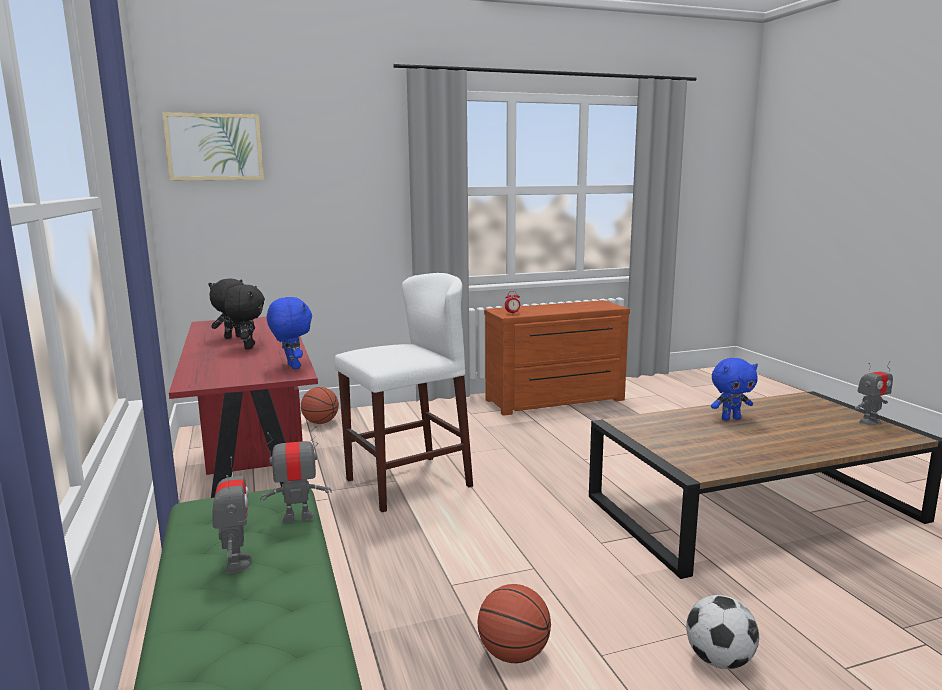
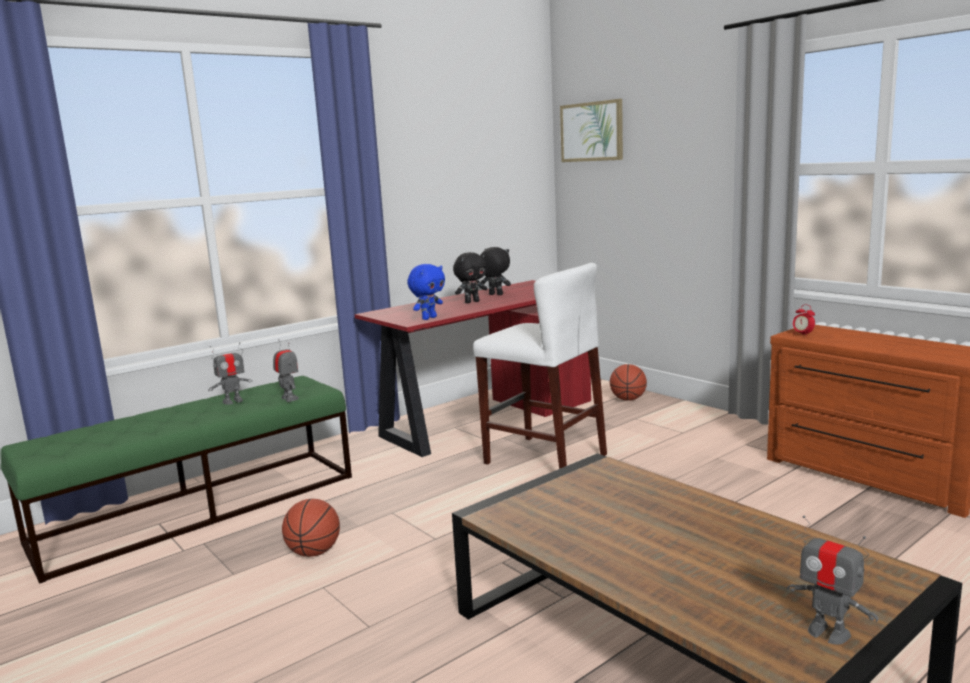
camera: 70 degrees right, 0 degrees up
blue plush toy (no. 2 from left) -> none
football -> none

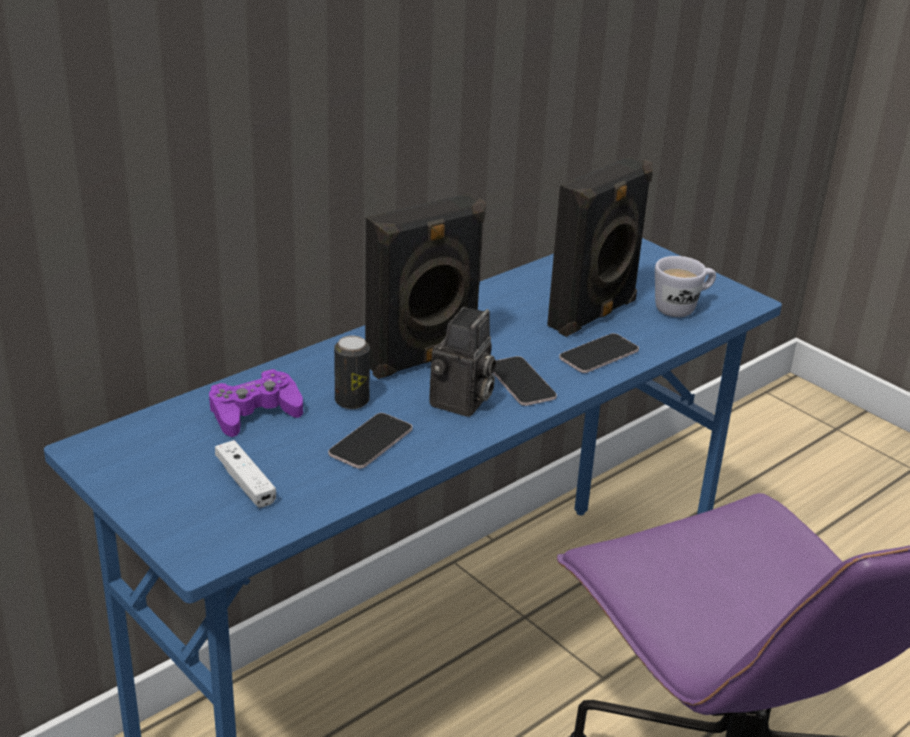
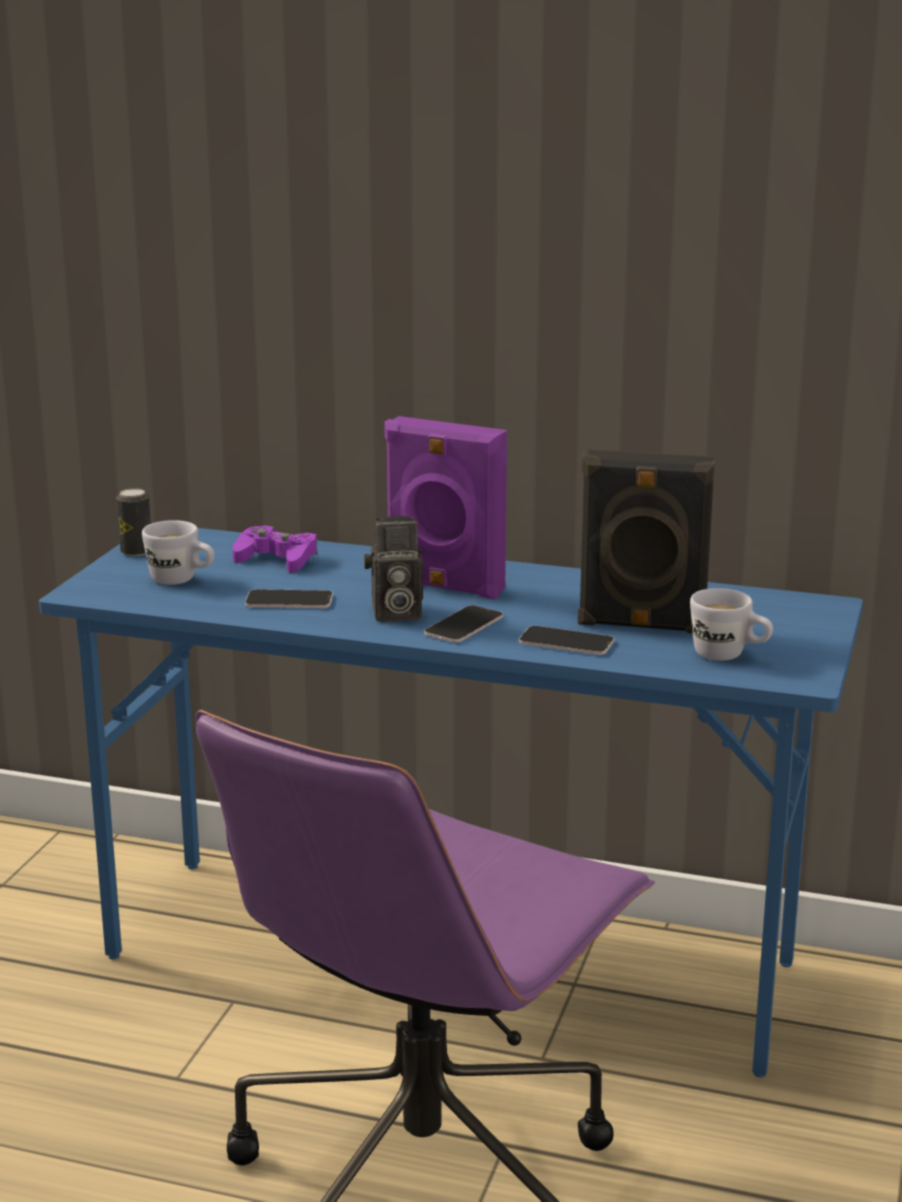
camera: 60 degrees right, 10 degrees down
black speaker (no. 1 from left) -> purple speaker
can, relocated
white game controller -> white mug (no. 1 from left)

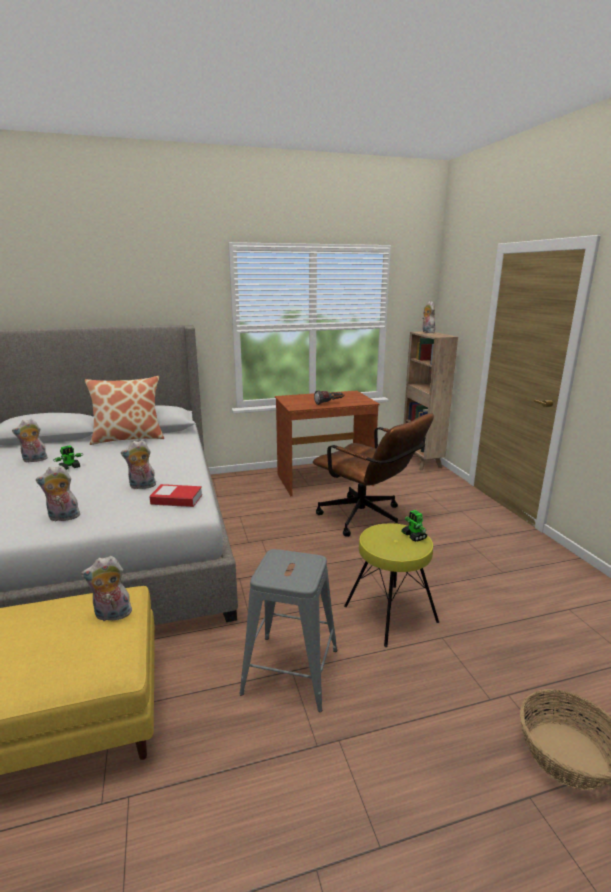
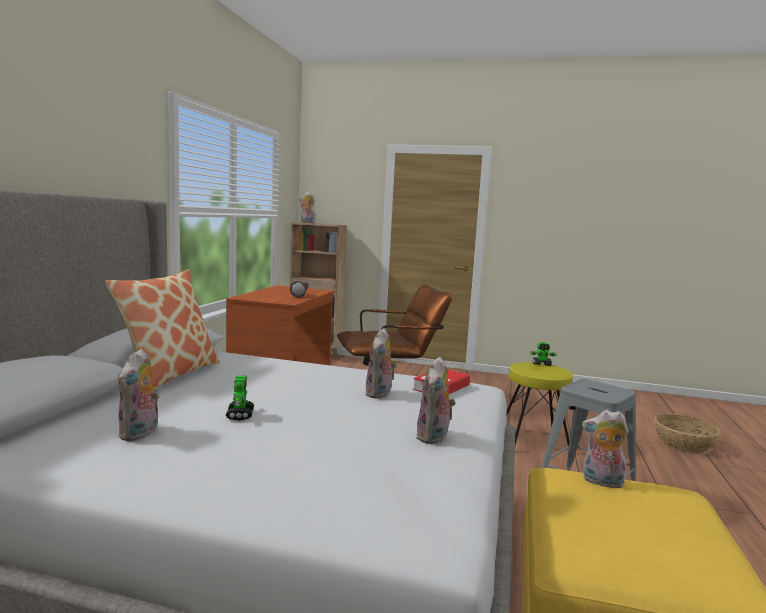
camera: 60 degrees left, 10 degrees down
plush toy (no. 3 from left in the first image) -> plush toy (no. 5 from left), 90 degrees clockwise

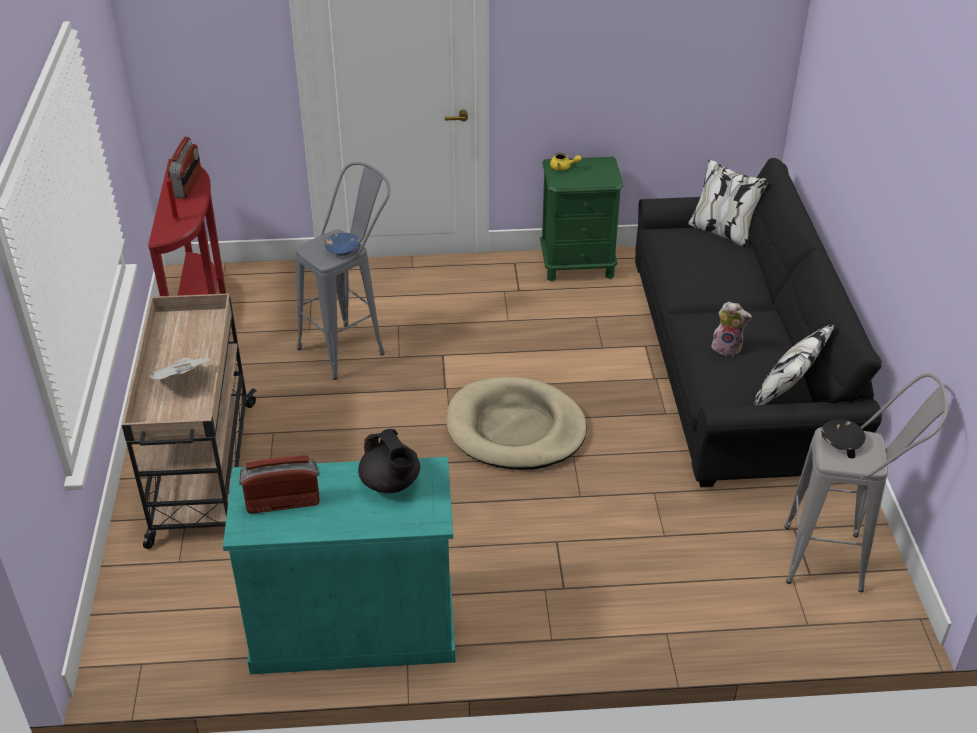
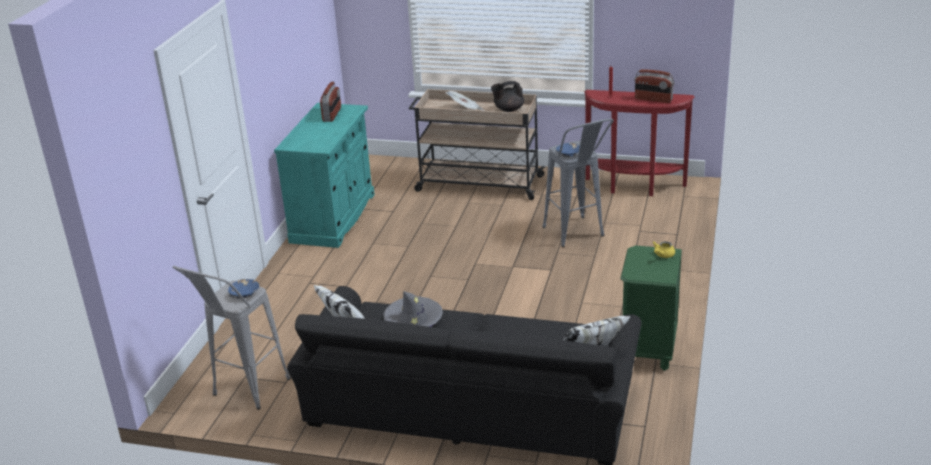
camera: 110 degrees right, 10 degrees down
plush toy -> grey hat
beige dog bed -> none
black bowl -> blue bowl (no. 1 from left)
black teapot, relocated

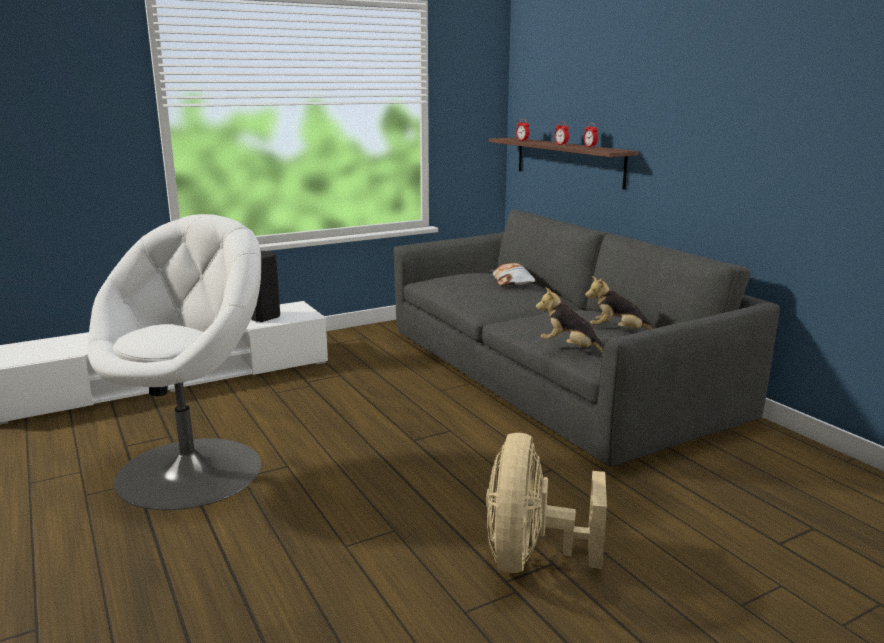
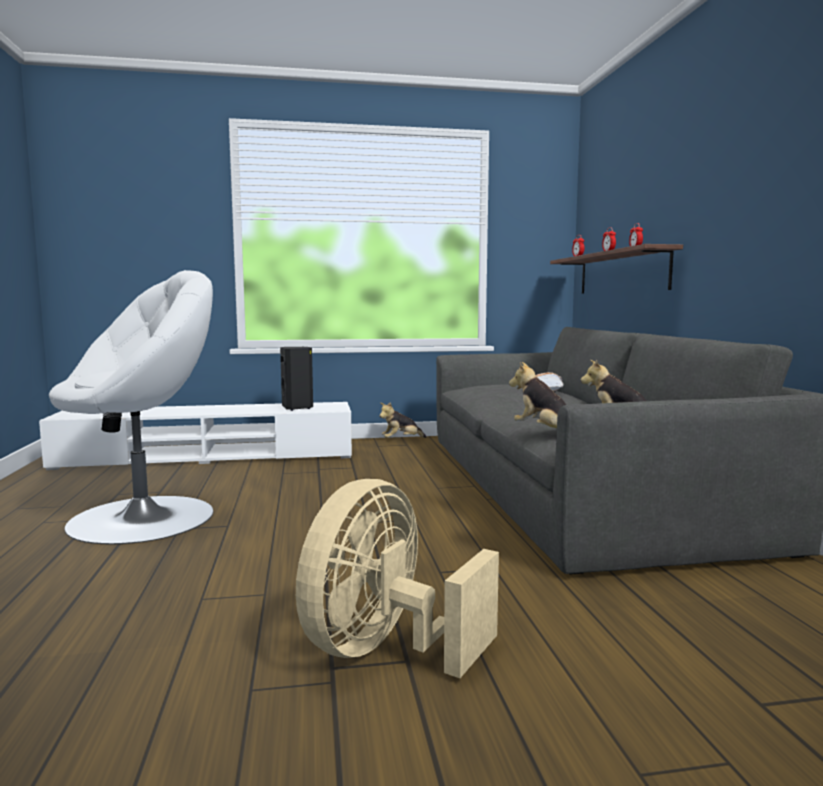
camera: 20 degrees right, 10 degrees down
none -> plush toy (no. 1 from left)

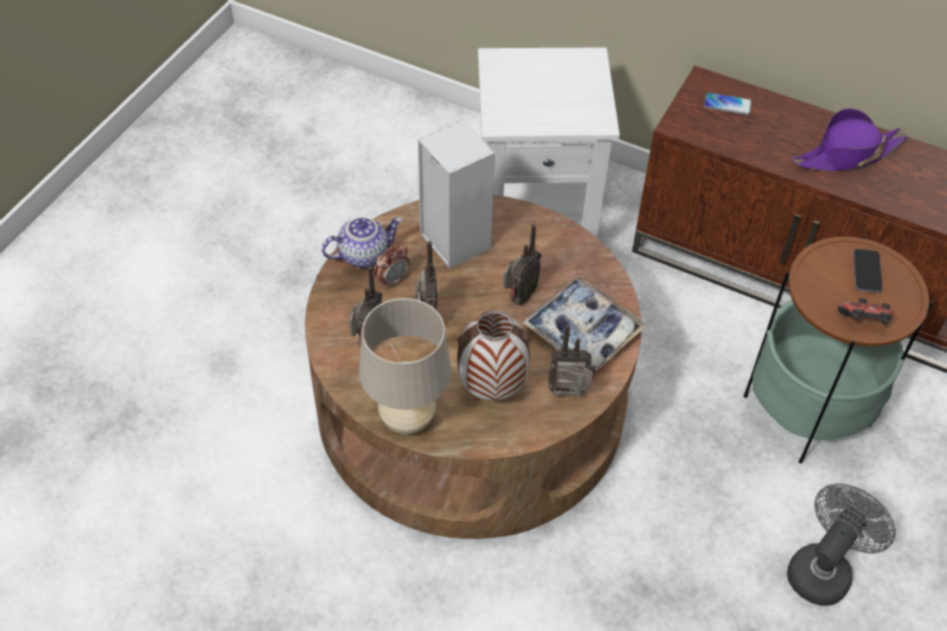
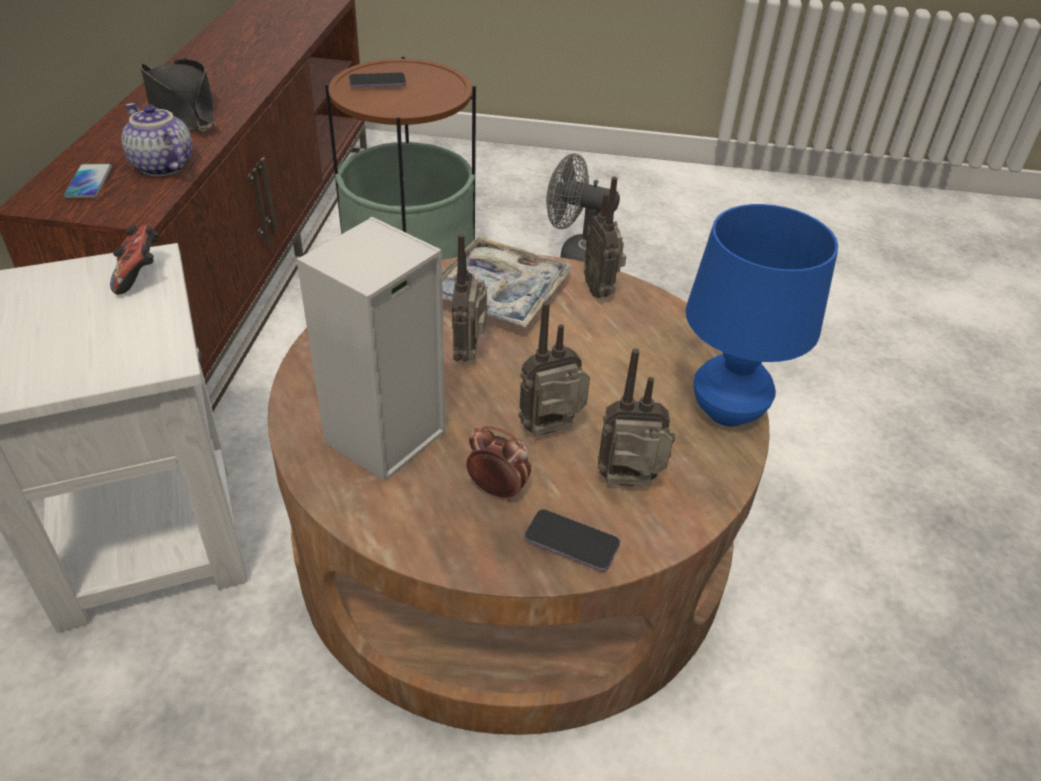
camera: 110 degrees left, 10 degrees down
purple hat -> black hat
teapot, relocated
radio (no. 3 from left in the first image) -> radio (no. 1 from left), 105 degrees counterclockwise
beige table lamp -> blue table lamp
game controller, relocated
vase -> none
none -> phone (no. 3 from left)

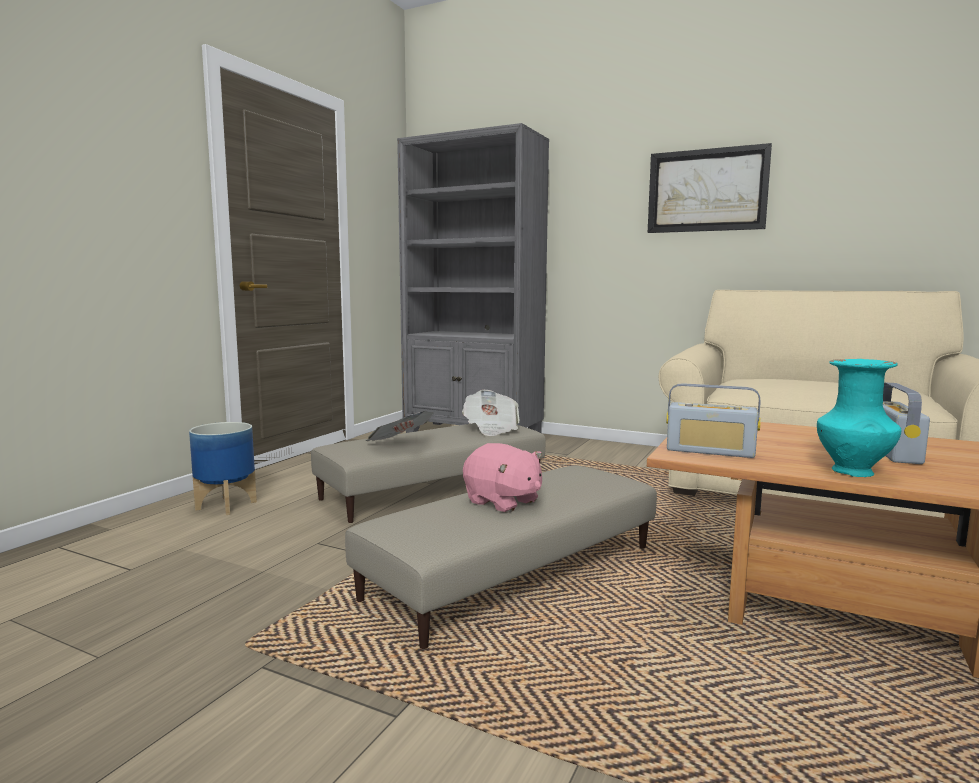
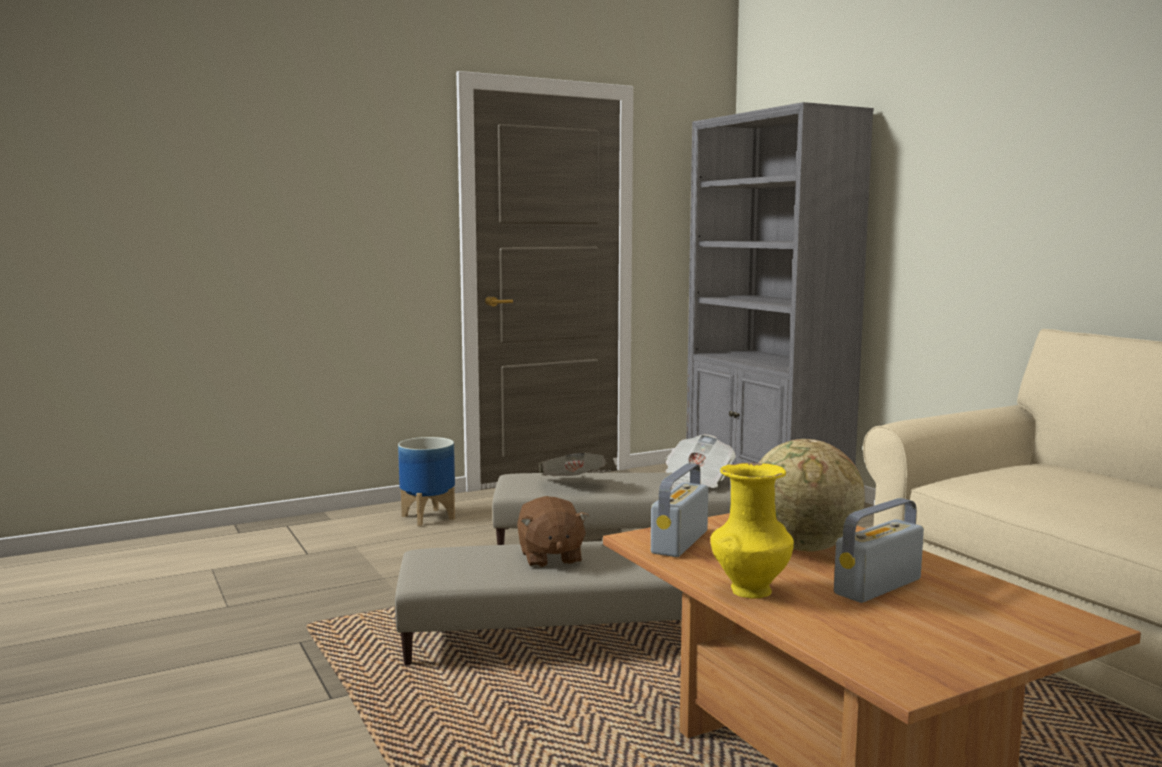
camera: 35 degrees right, 0 degrees up
picture -> none
turquoise vase -> yellow vase
radio (no. 1 from left), 60 degrees clockwise
pink plush toy -> brown plush toy
none -> globe

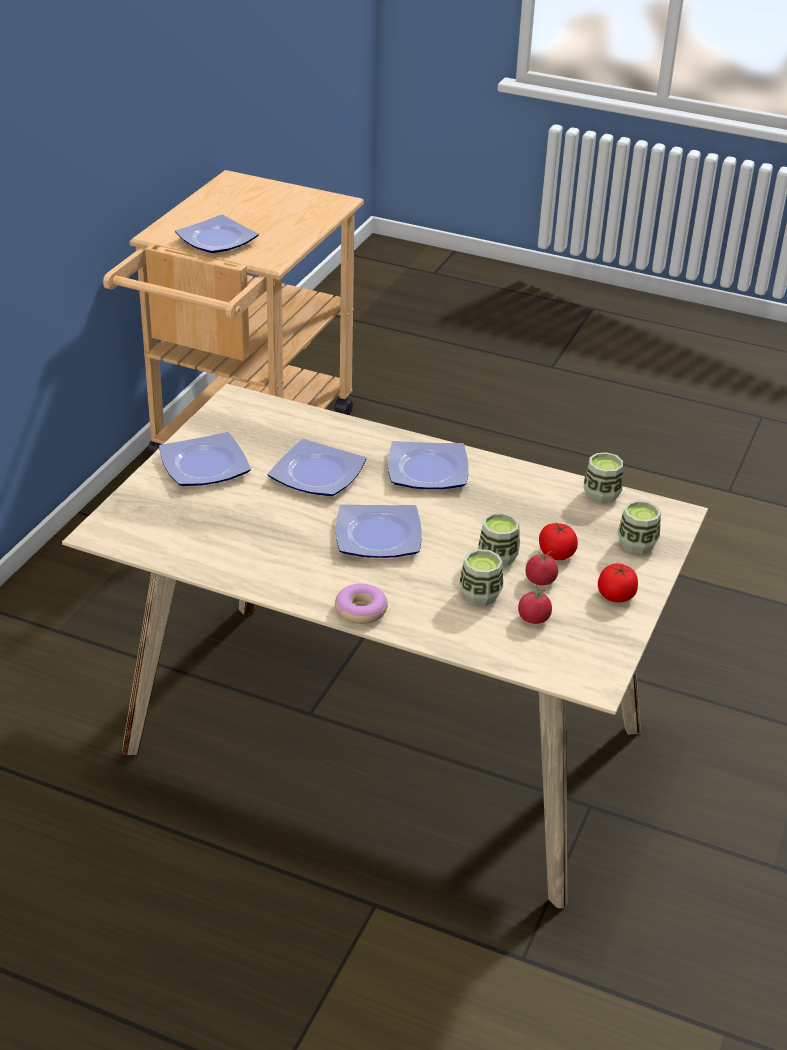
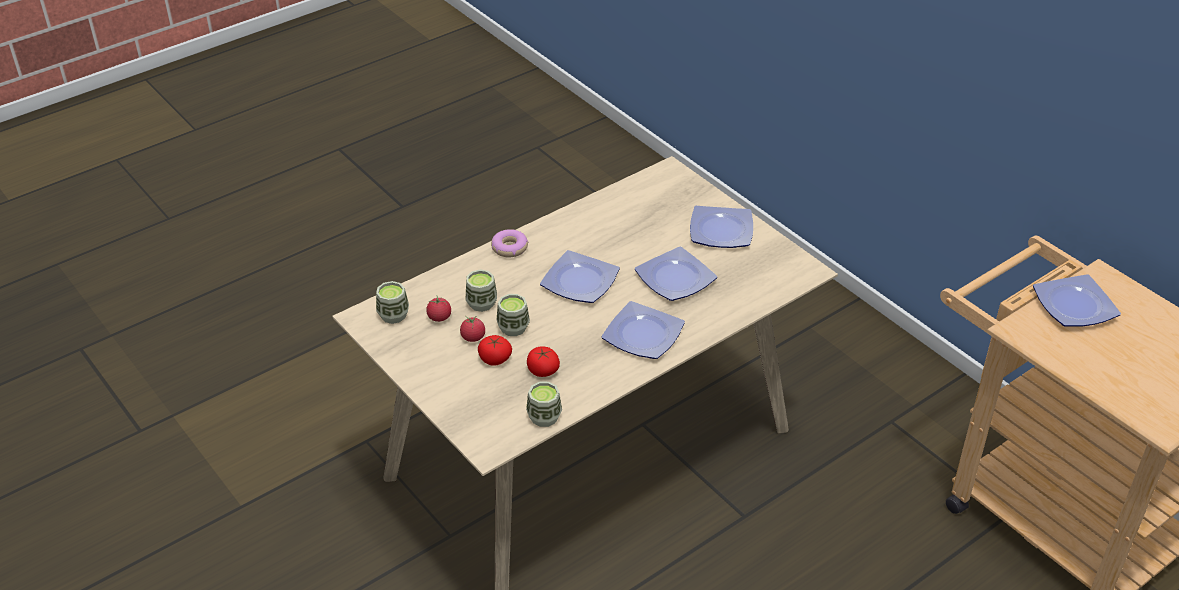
camera: 120 degrees right, 5 degrees up
cup (no. 4 from left in the first image) -> cup (no. 1 from left), relocated
tomato (no. 4 from left), relocated

